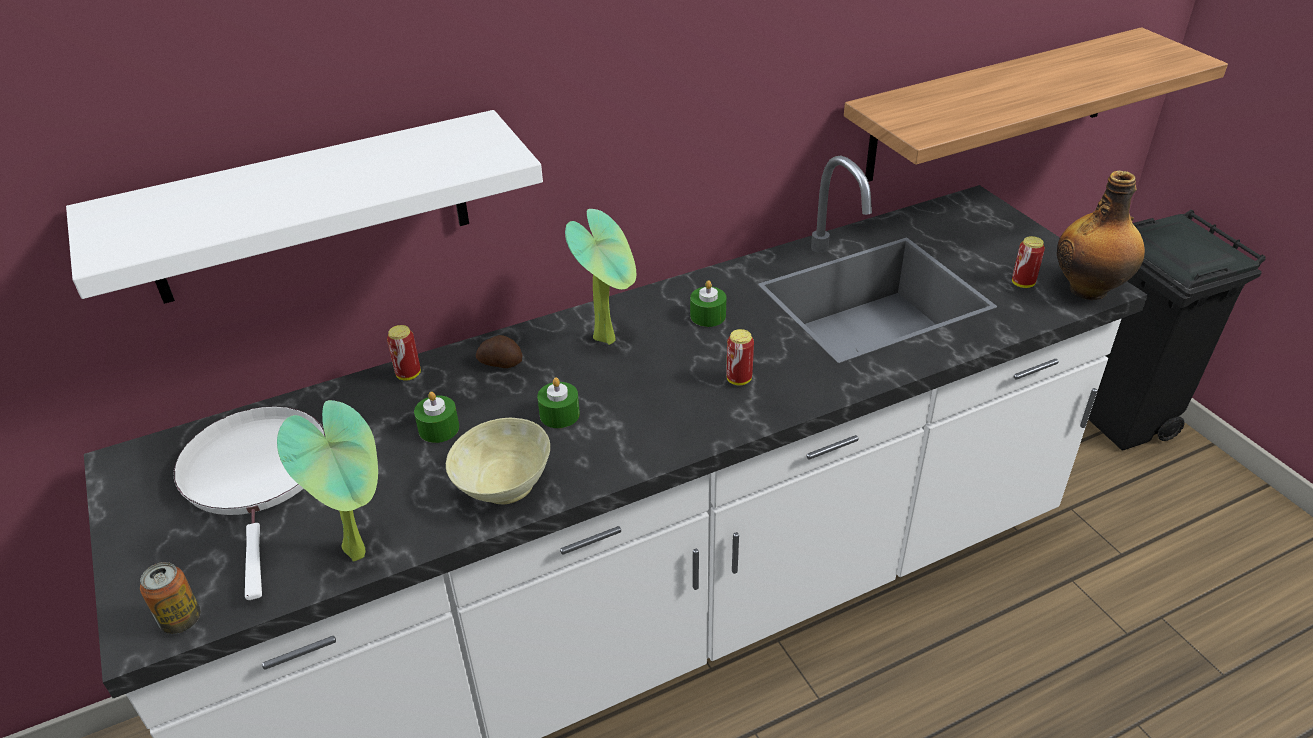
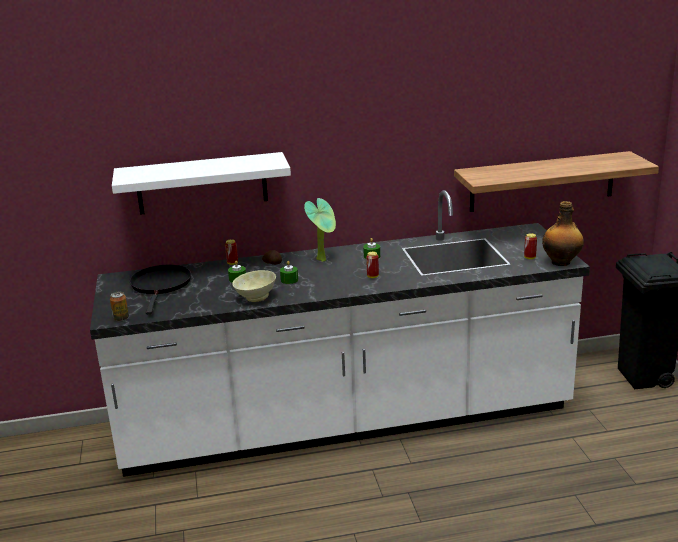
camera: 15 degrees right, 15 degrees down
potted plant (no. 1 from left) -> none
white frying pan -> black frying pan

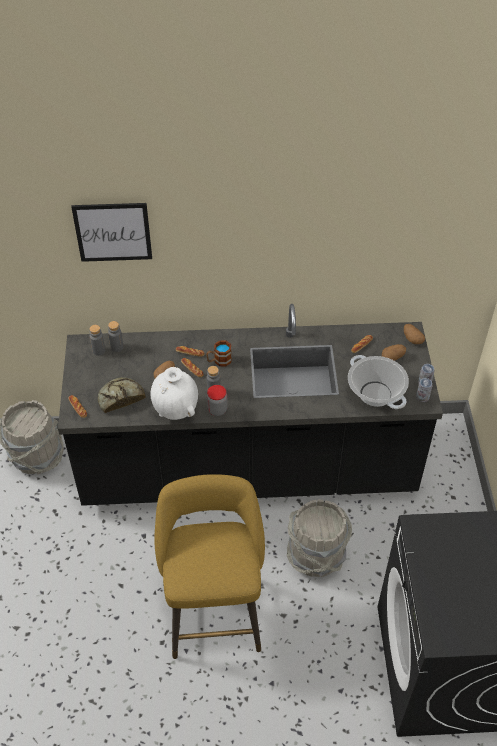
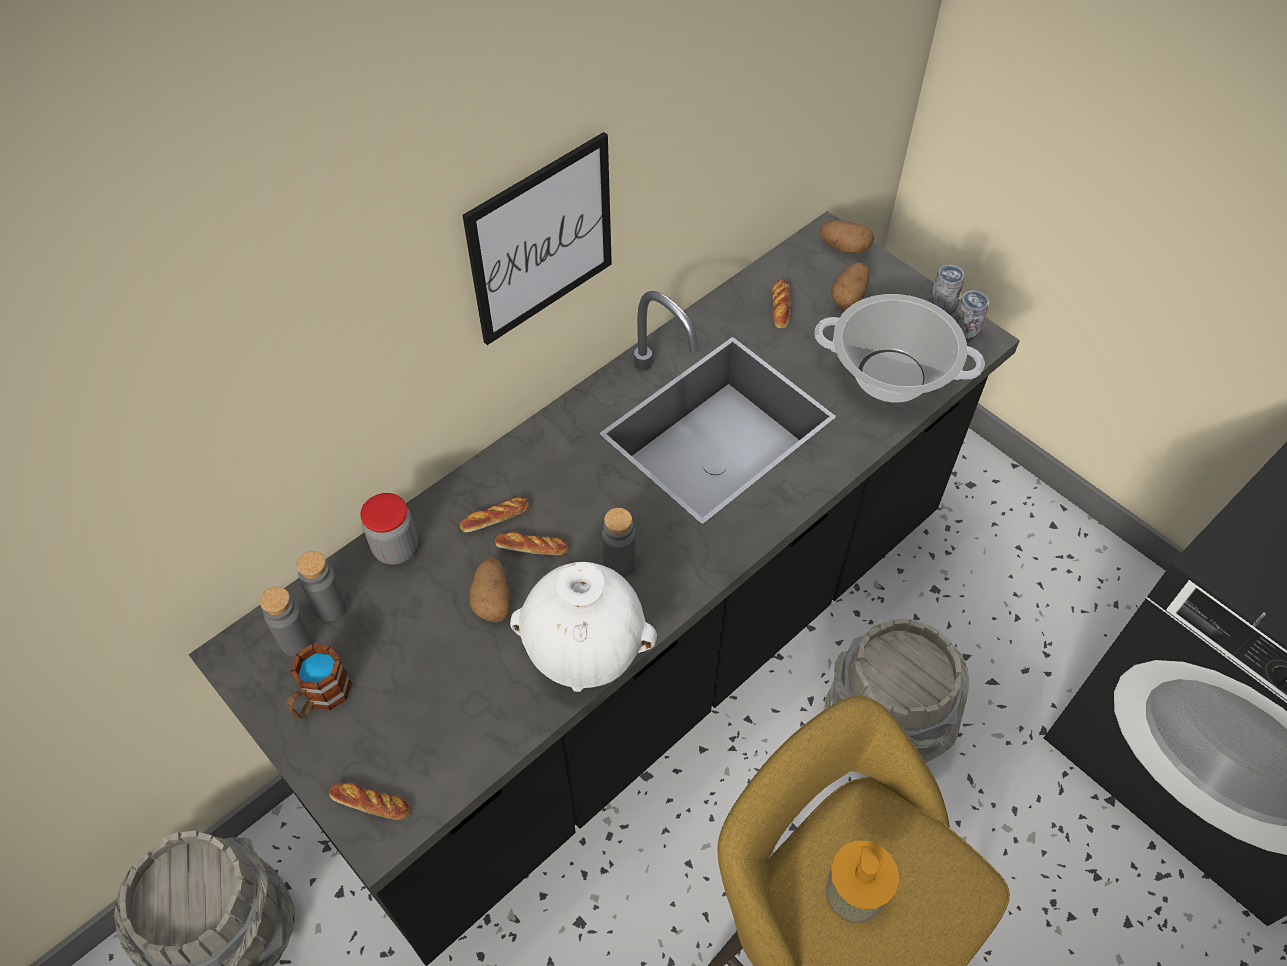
camera: 40 degrees left, 5 degrees up
picture, relocated
mug, relocated
bread (no. 2 from left) -> none
jar, relocated
none -> soap dispenser

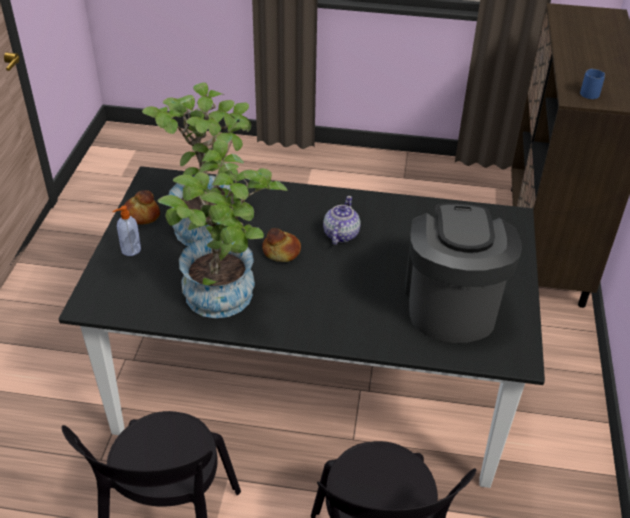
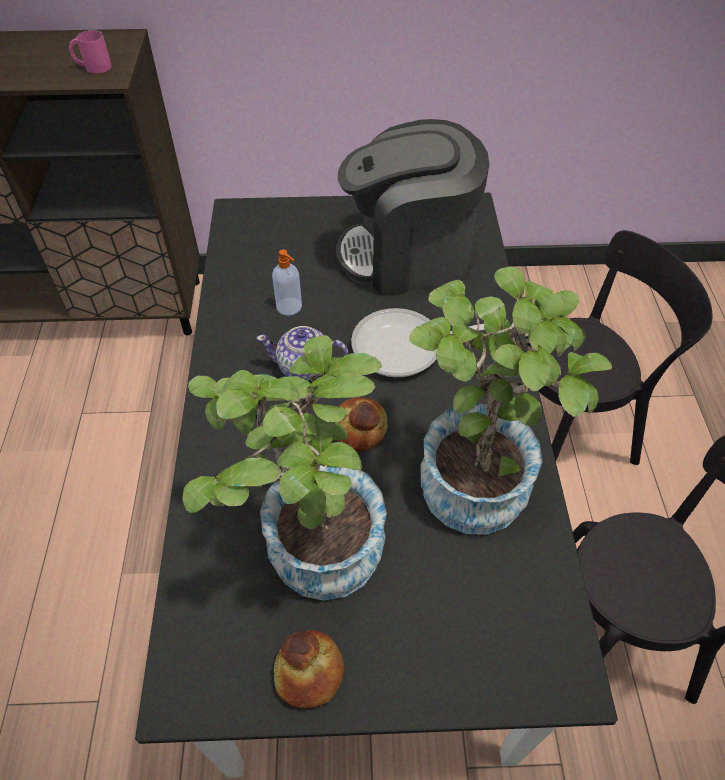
camera: 100 degrees left, 10 degrees up
blue mug -> pink mug
soap dispenser, relocated
none -> frying pan

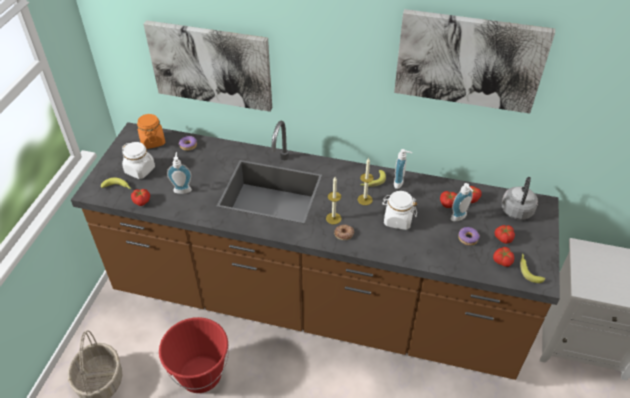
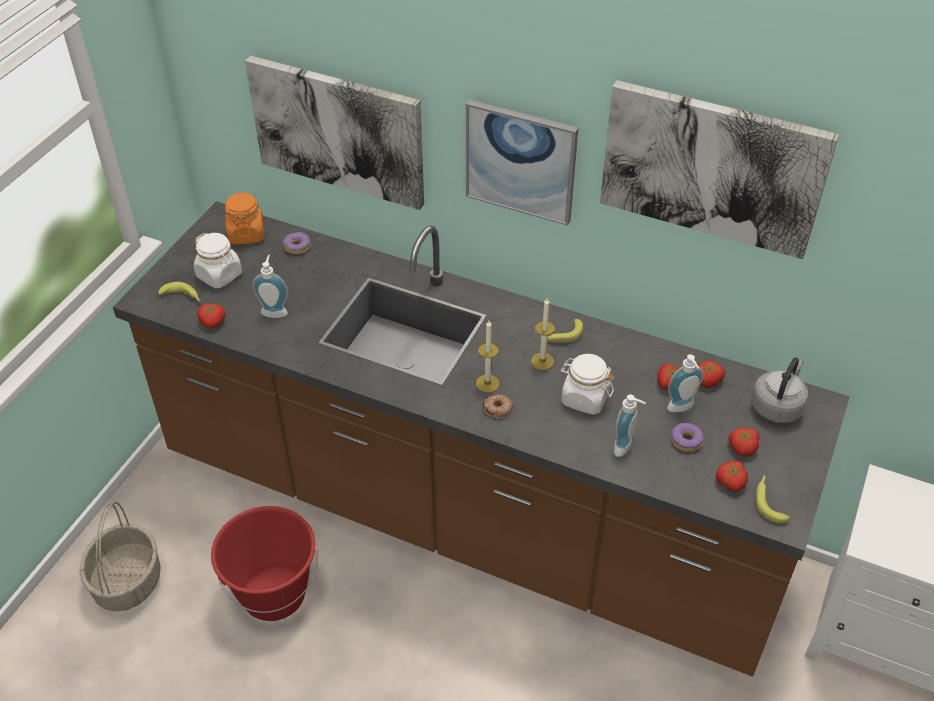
camera: 10 degrees right, 0 degrees up
soap dispenser (no. 2 from left), relocated
none -> picture (no. 2 from left)

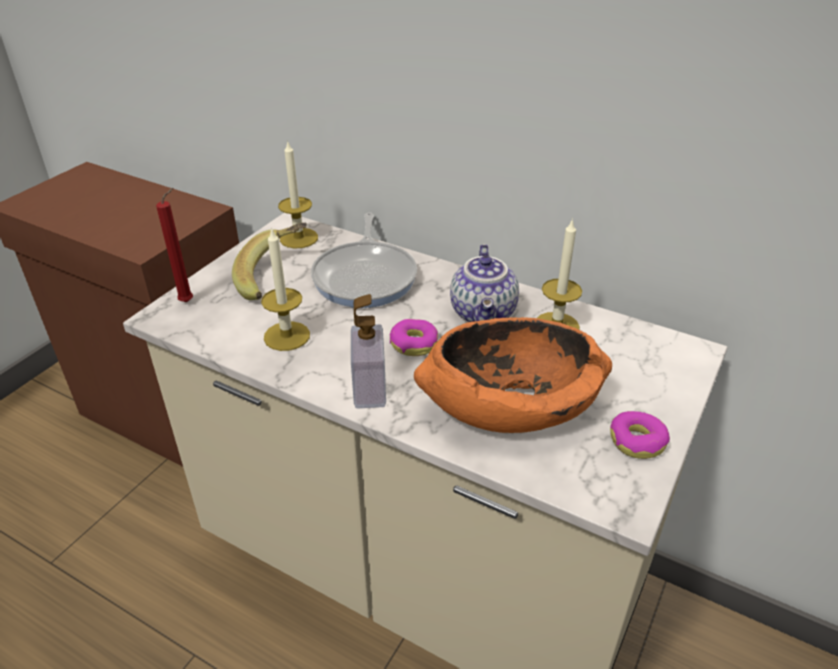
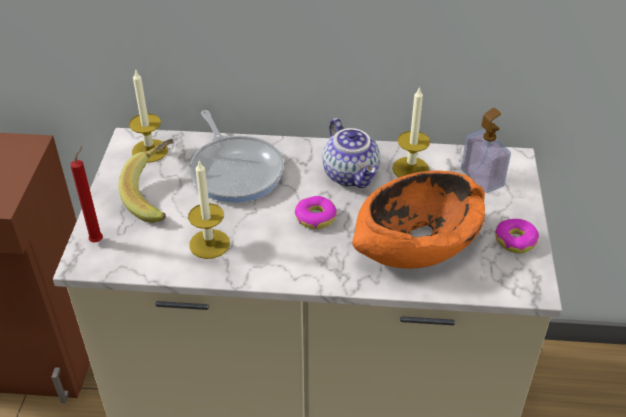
camera: 25 degrees left, 5 degrees up
soap dispenser, relocated

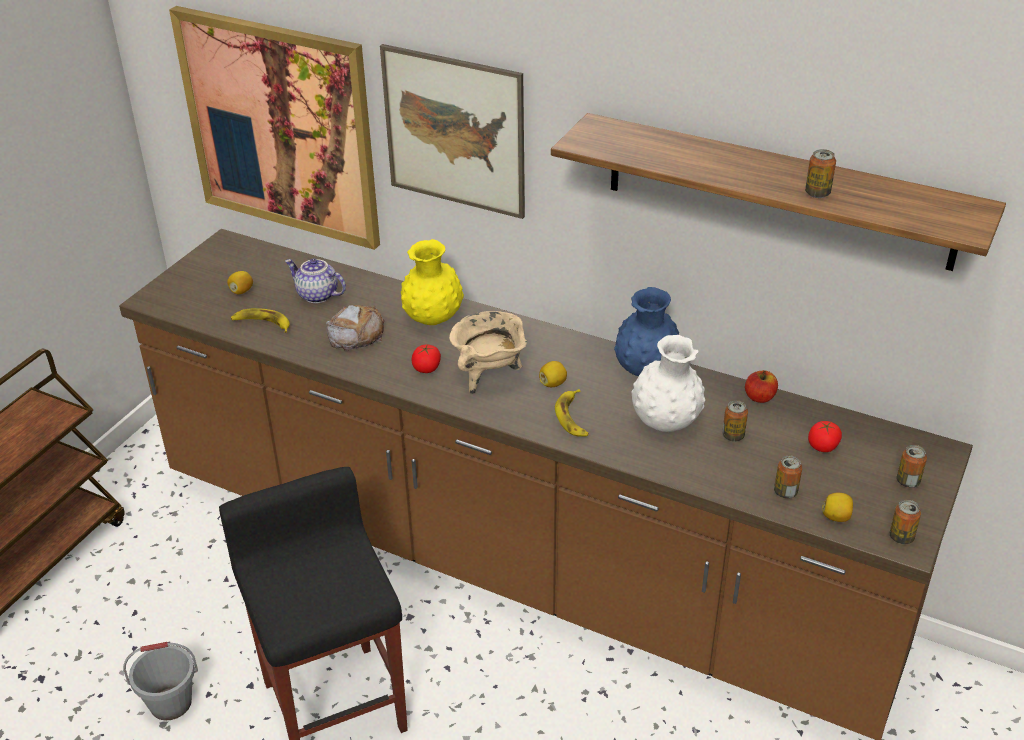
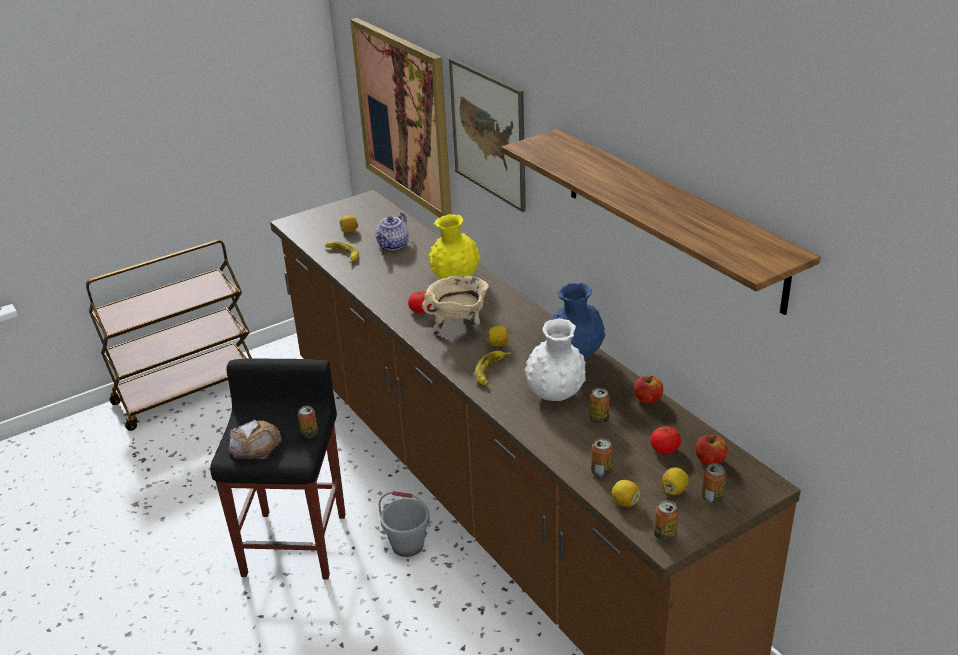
camera: 30 degrees right, 5 degrees down
can (no. 3 from left in the first image) -> can (no. 1 from left), relocated
teapot, 120 degrees counterclockwise
bread, relocated
grey bucket, relocated
none -> apple (no. 2 from left)
none -> lemon (no. 4 from left)

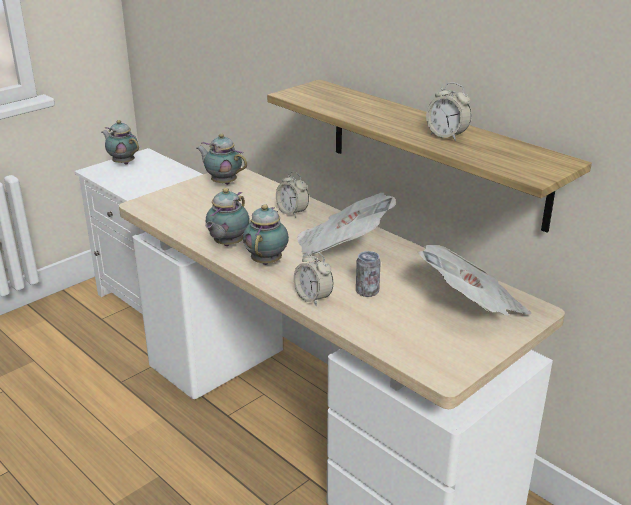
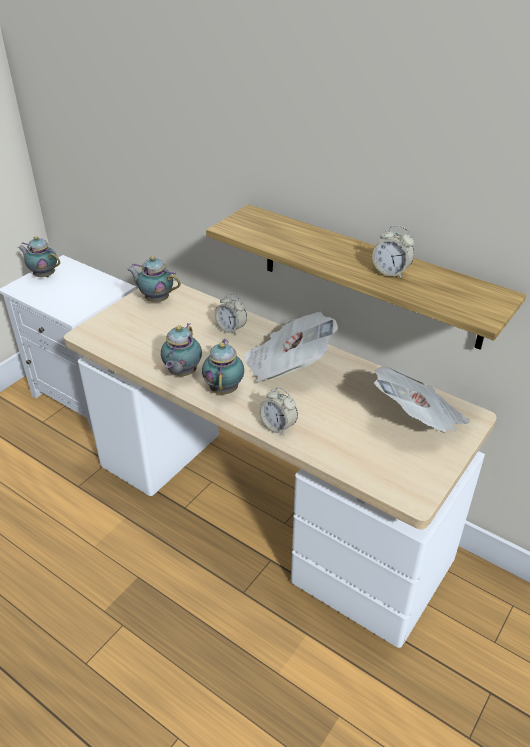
camera: 10 degrees left, 10 degrees up
can -> none

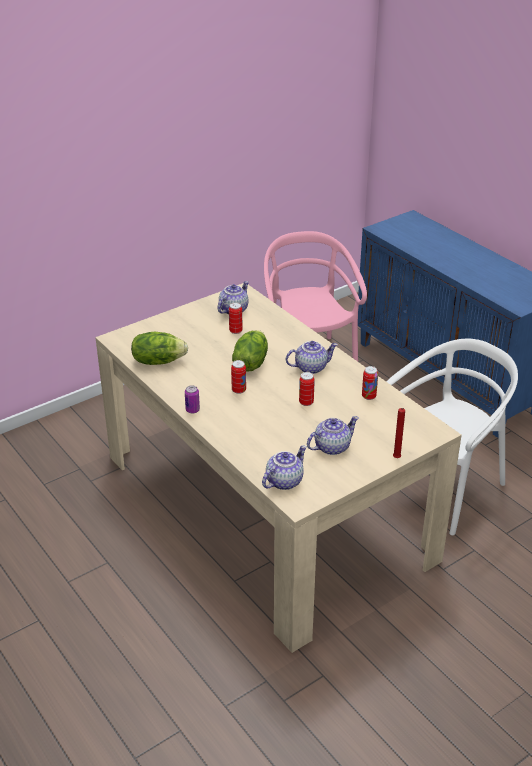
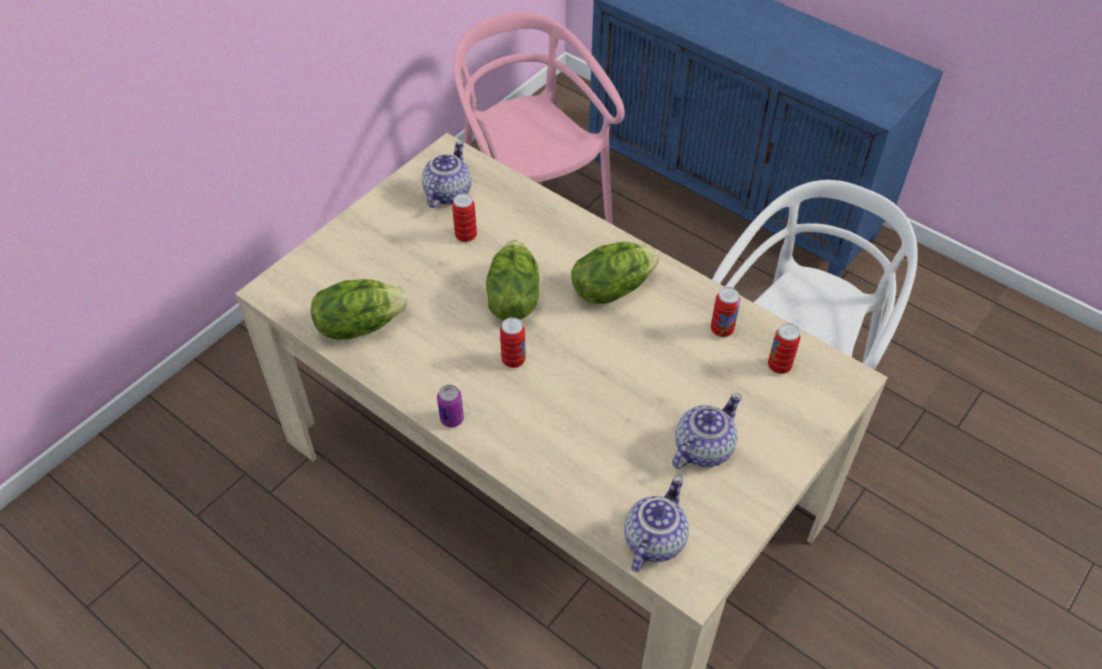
camera: 15 degrees left, 15 degrees up
teapot (no. 3 from left) -> lettuce (no. 3 from left)
can (no. 4 from left in the first image) -> can (no. 5 from left), relocated
red candle -> none

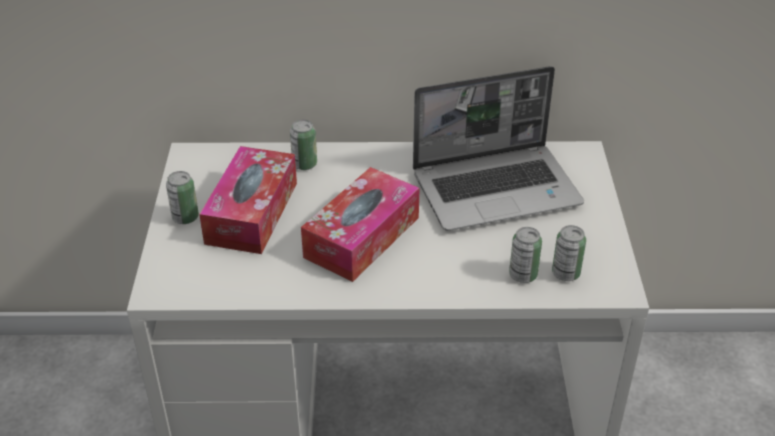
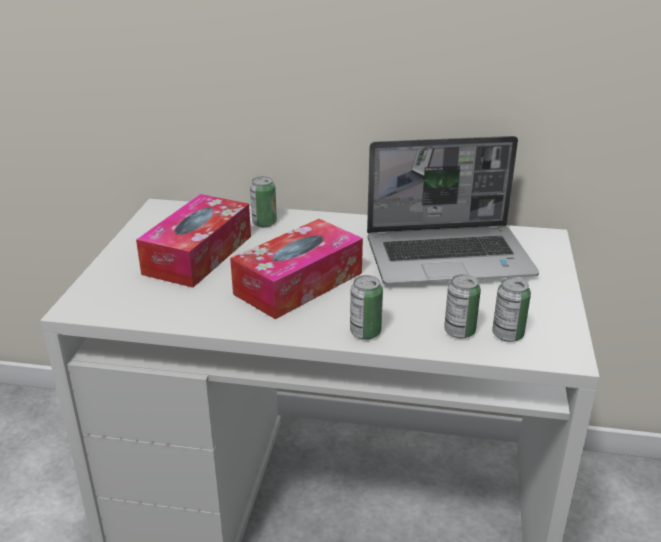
camera: 10 degrees right, 10 degrees down
can (no. 1 from left in the first image) -> can (no. 2 from left), relocated

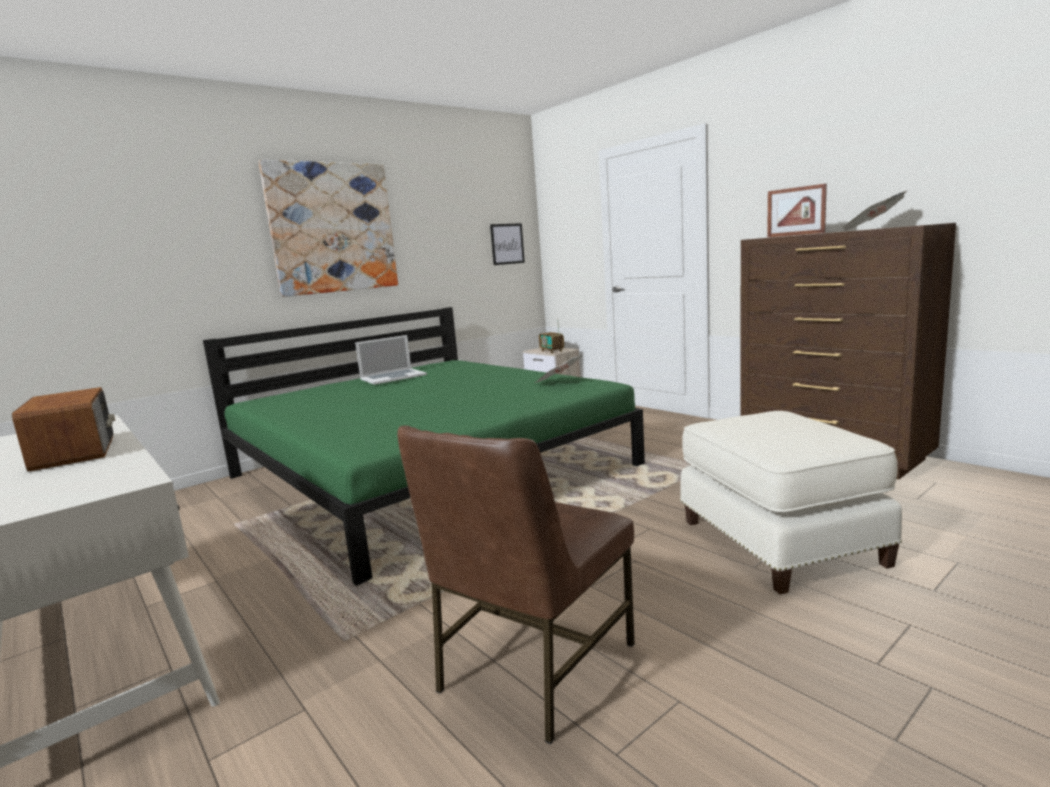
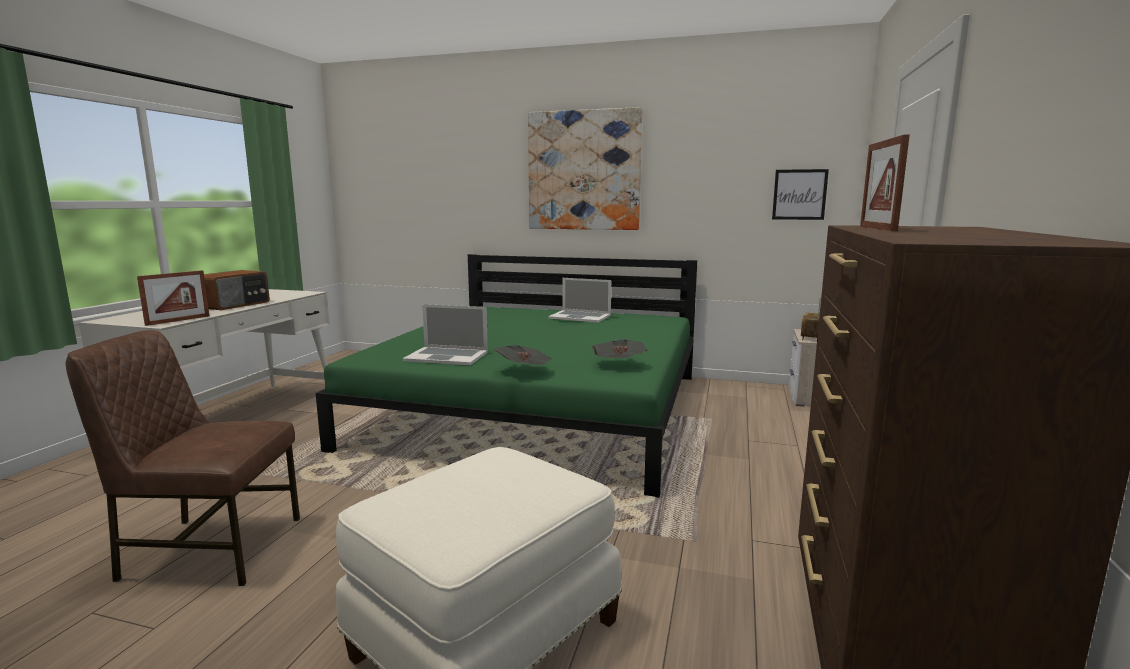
camera: 55 degrees right, 0 degrees up
newspaper (no. 2 from left in the first image) -> newspaper (no. 1 from left), relocated
none -> picture frame (no. 1 from left)
none -> laptop (no. 1 from left)

